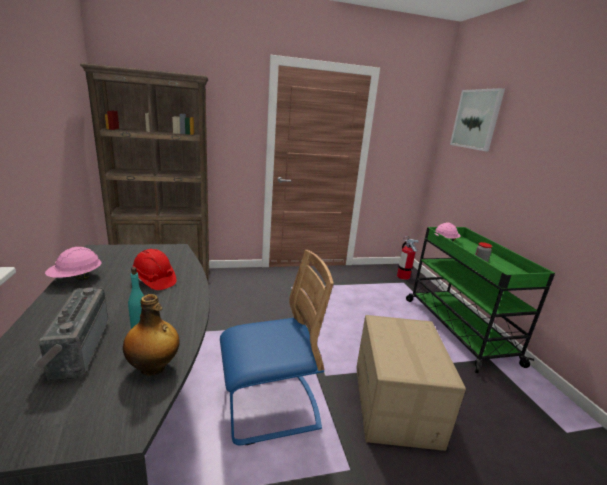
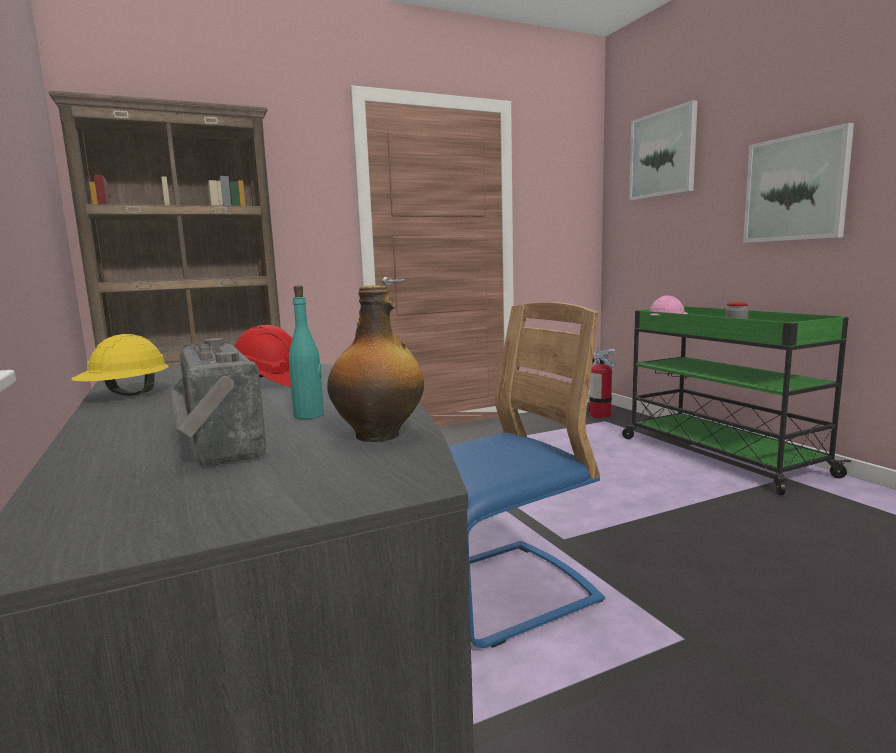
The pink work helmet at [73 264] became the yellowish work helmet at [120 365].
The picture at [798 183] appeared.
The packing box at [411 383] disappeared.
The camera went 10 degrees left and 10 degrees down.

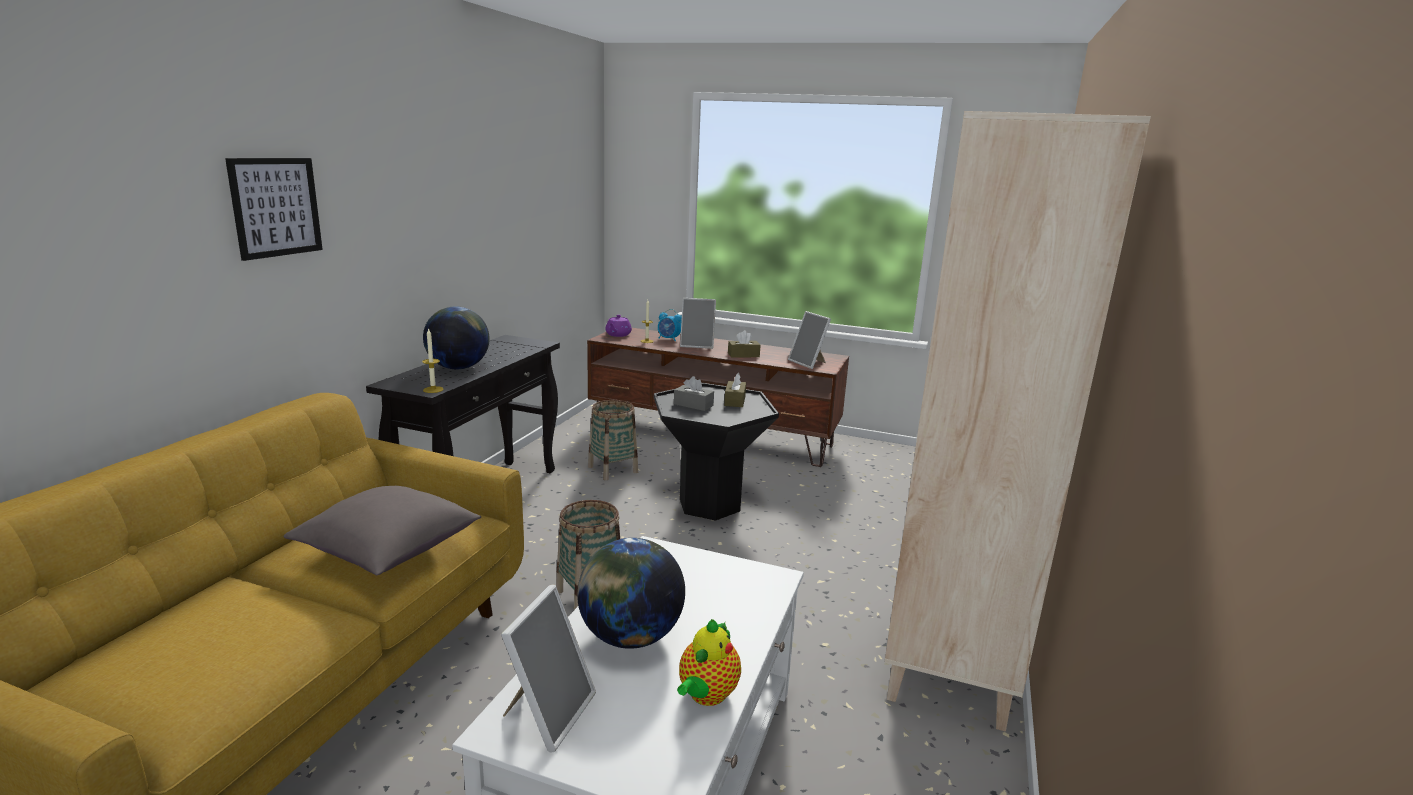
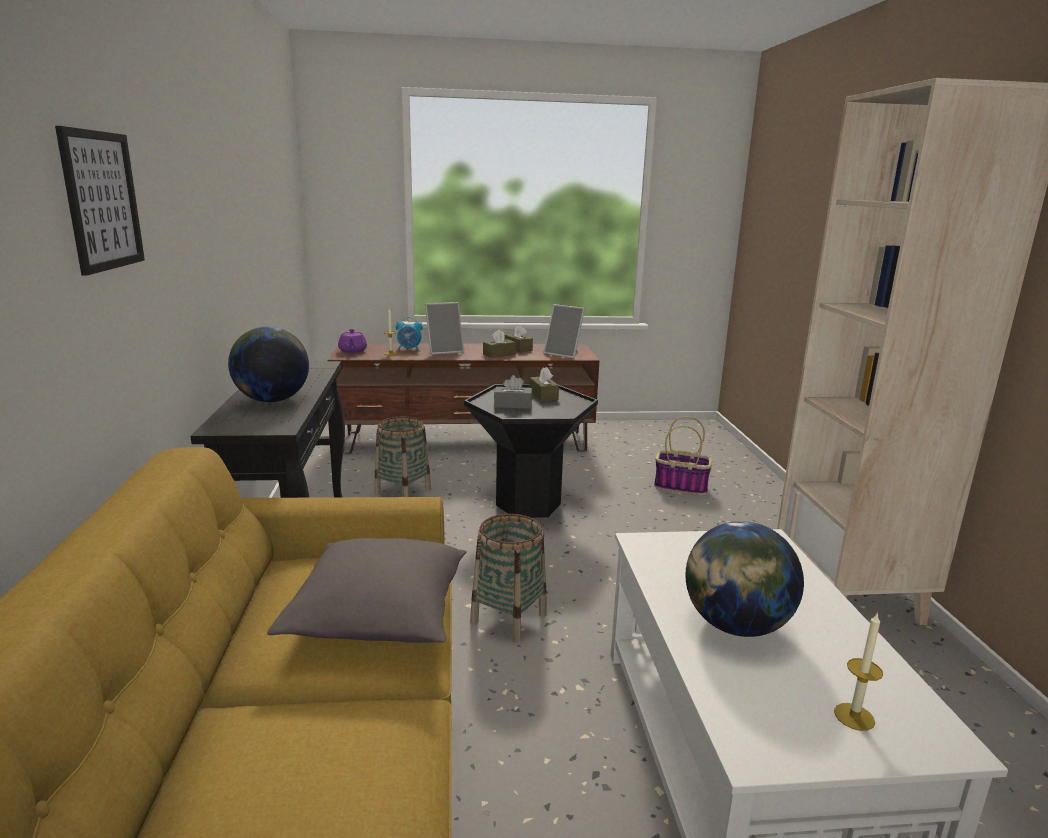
The brown tissue holder at [519 338] appeared.
The basket at [683 455] appeared.
The wax light moved from [433 360] to [858 671].
The picture frame at [548 668] disappeared.
The tea pot at [709 662] disappeared.
The camera went 25 degrees left and 0 degrees up.

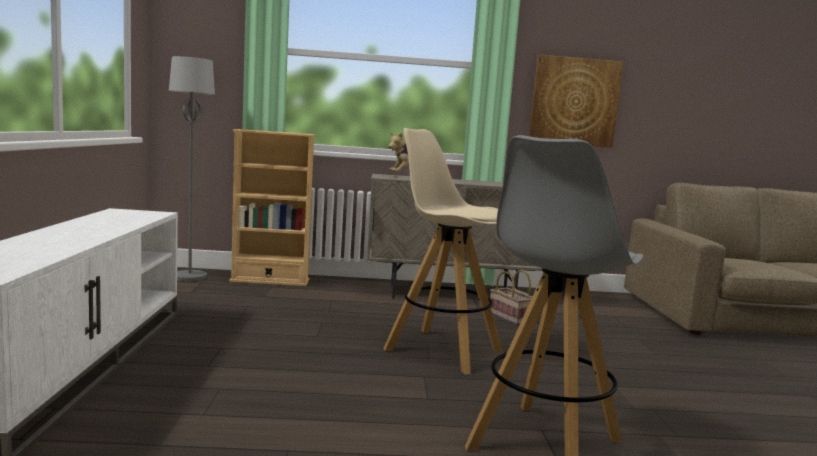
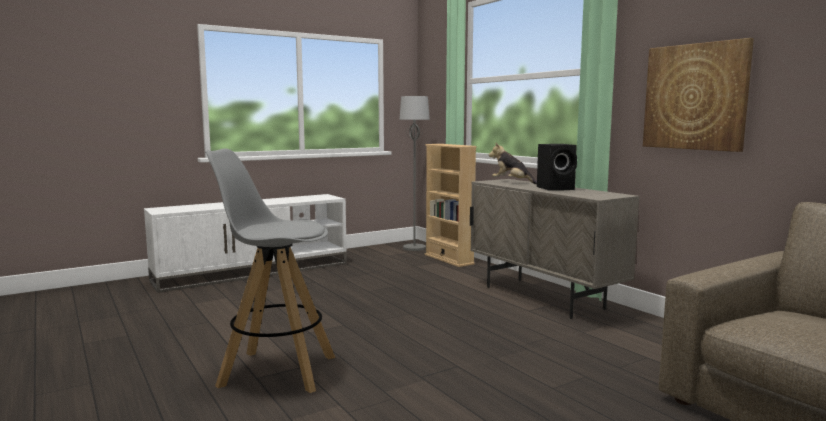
The black loudspeaker at [557 167] appeared.
The sand-coloured stool seat at [443 251] disappeared.
The basket at [511 297] disappeared.
The camera went 60 degrees right and 0 degrees up.

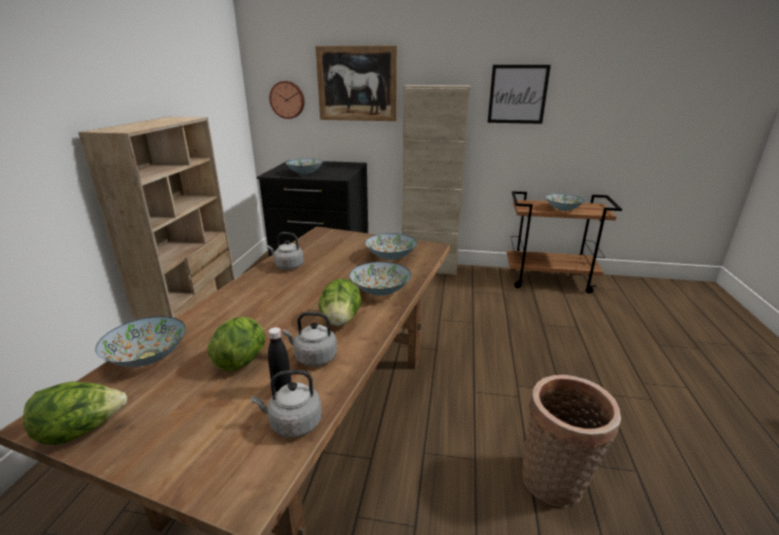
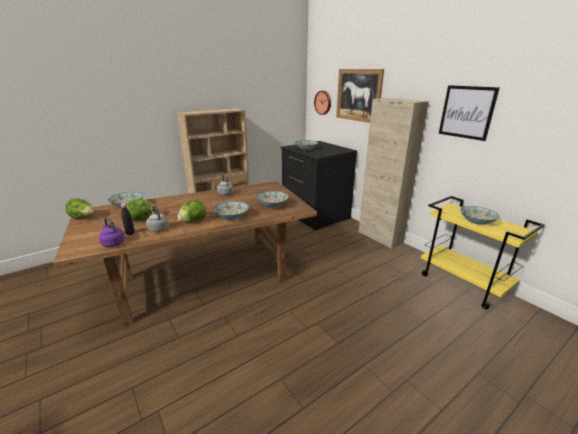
The gray water kettle at [286 403] became the purple-coloured water kettle at [112 232].
The brown cart at [564 242] became the yellowish cart at [483 252].
The basket at [571 441] disappeared.
The camera went 45 degrees right and 0 degrees up.

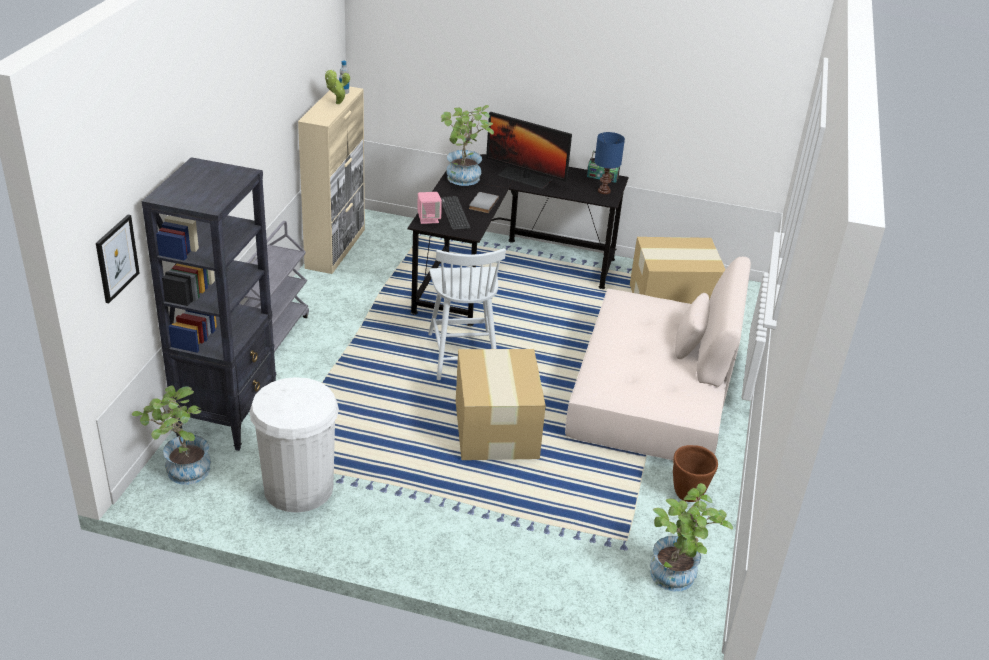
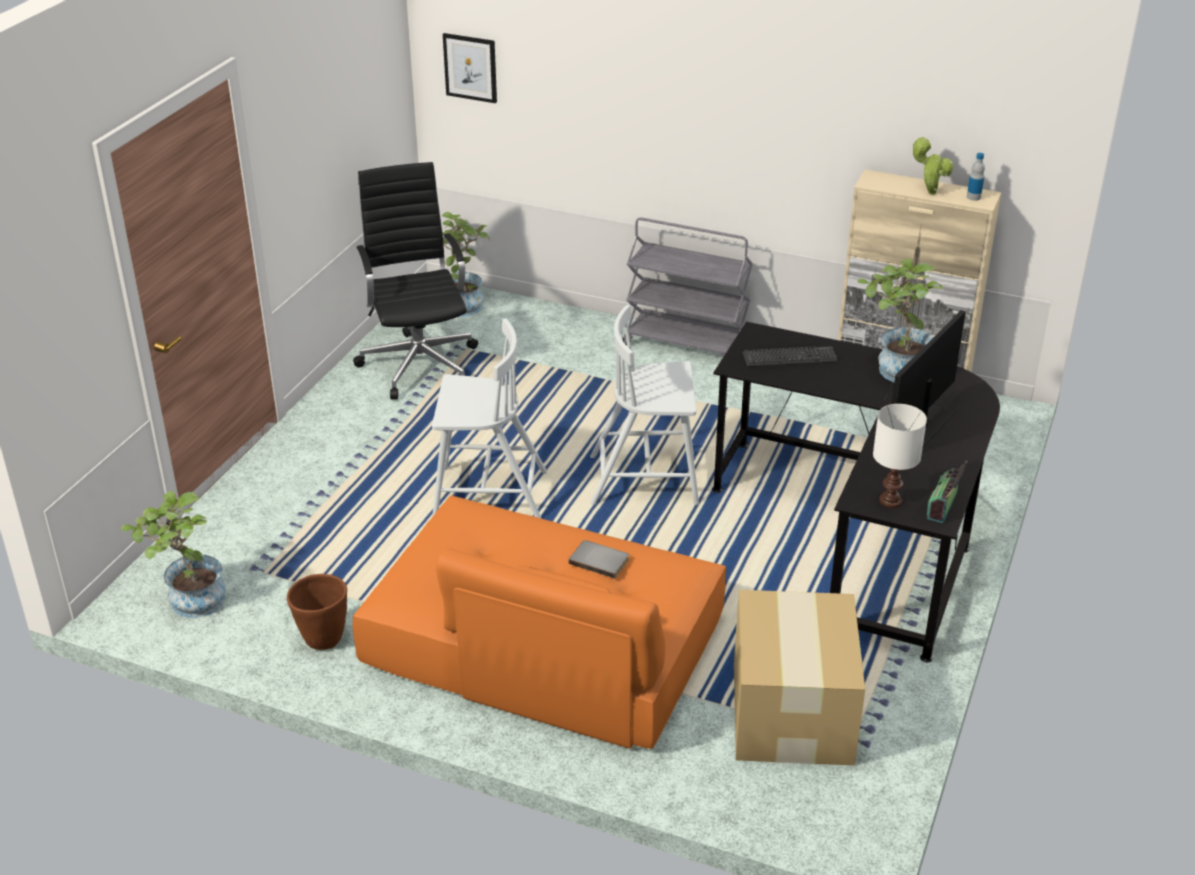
The whitish rubbish bin at [294 445] was replaced by the black office chair at [415 280].
The sand-coloured sofa at [658 358] became the orange sofa at [539 622].
The packing box at [501 404] was replaced by the whitish chair at [489 418].
The gray volume moved from [484 202] to [598 559].
The blue-coloured table lamp at [609 163] became the whitish table lamp at [900 456].
The black bookcase at [209 304] disappeared.
The pink loudspeaker at [430 208] disappeared.
The camera went 100 degrees right and 0 degrees up.

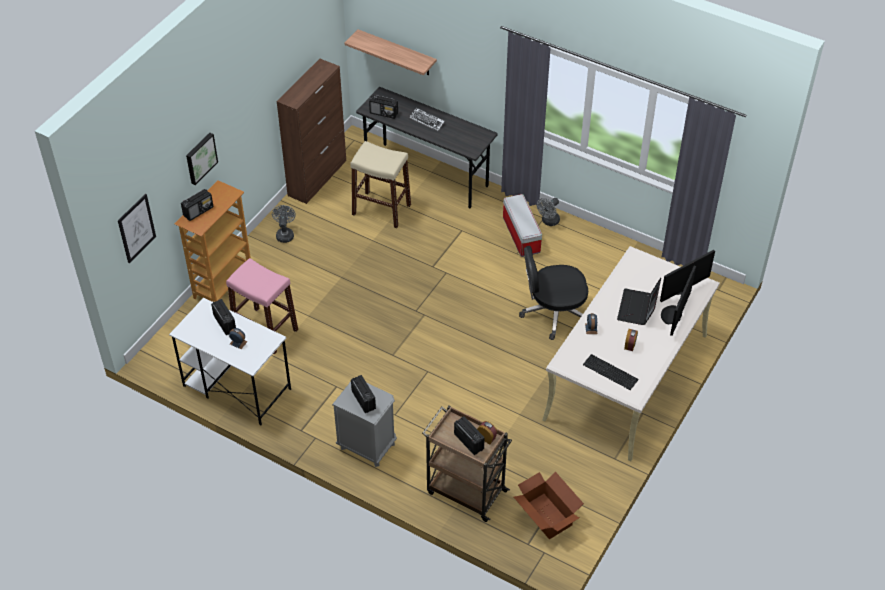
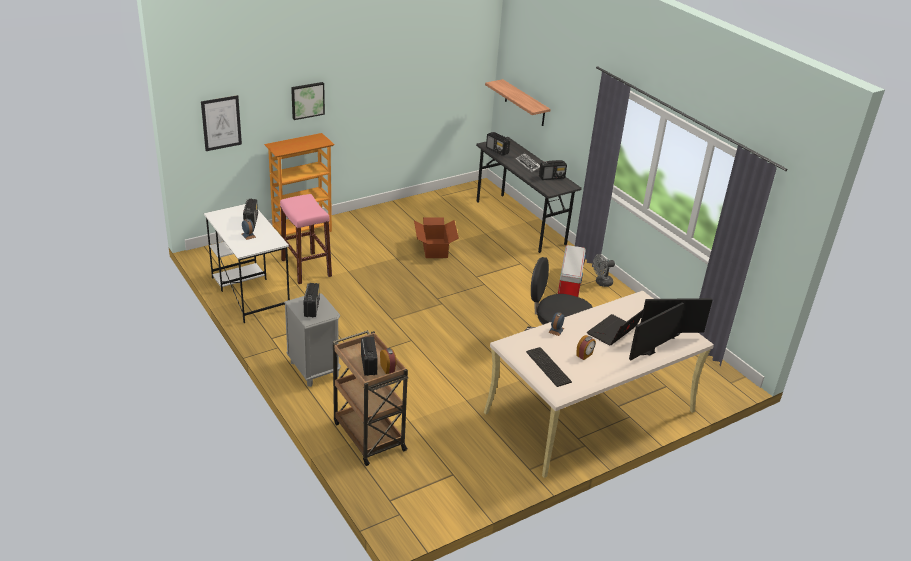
The packing box moved from [549 505] to [436 237].
The radio receiver moved from [197 205] to [553 170].
The gray fan at [284 224] disappeared.
The brown cupboard at [311 131] disappeared.
The sand-coloured stool seat at [380 184] disappeared.
The camera went 25 degrees right and 15 degrees down.

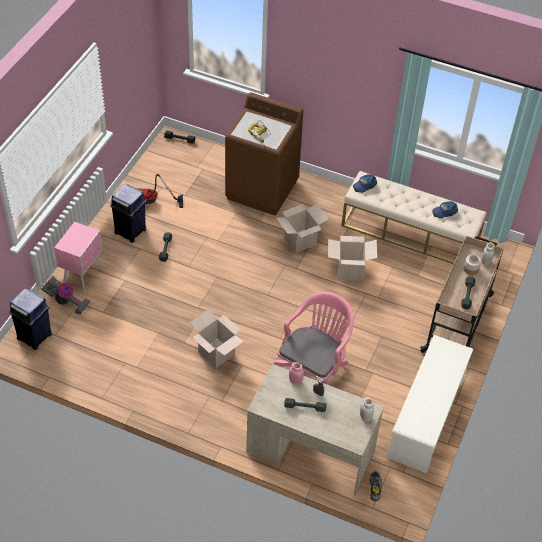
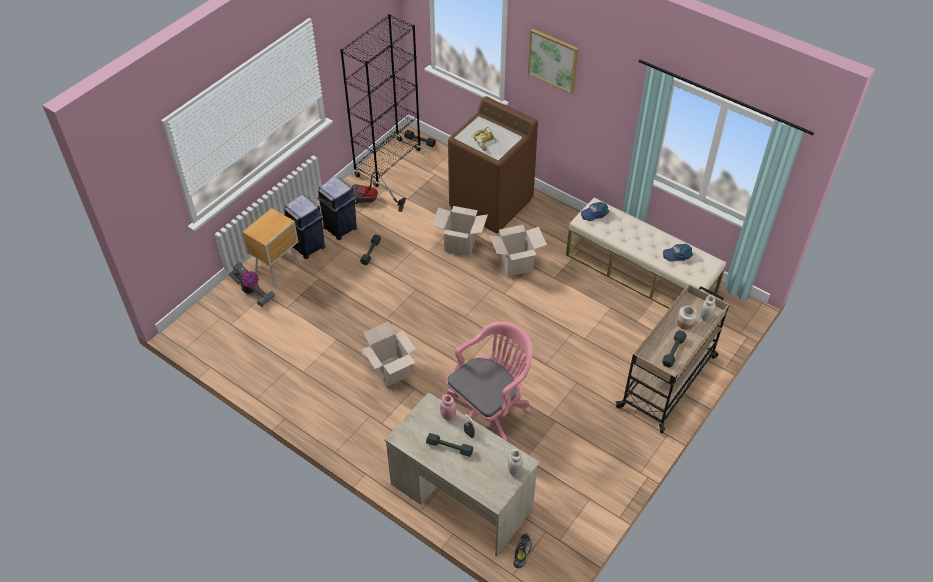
The pink night table at [78 257] became the brown night table at [271 246].
The blue-coloured rubbish bin moved from [30 319] to [305 227].
The black bookcase at [380 100] appeared.
The packing box moved from [352 258] to [460 231].
The picture at [553 61] appeared.
The whitish shoe rack at [430 404] disappeared.
The camera went 15 degrees right and 0 degrees up.

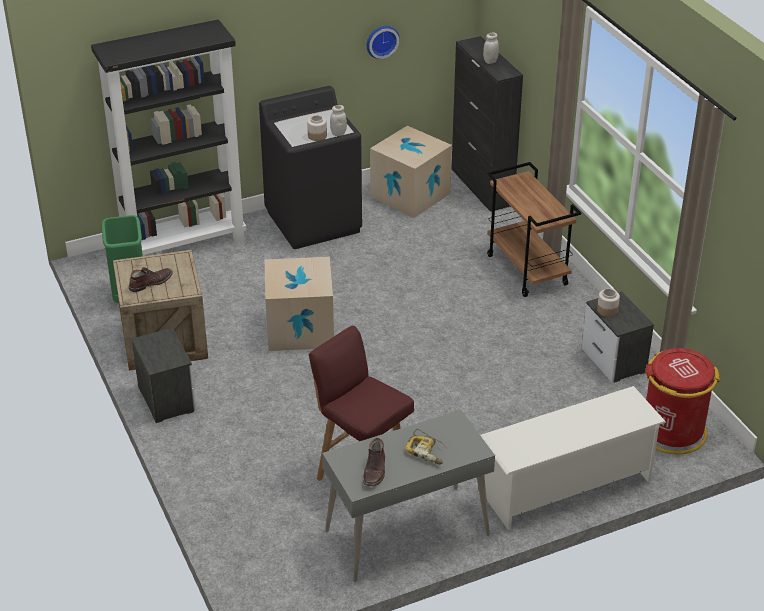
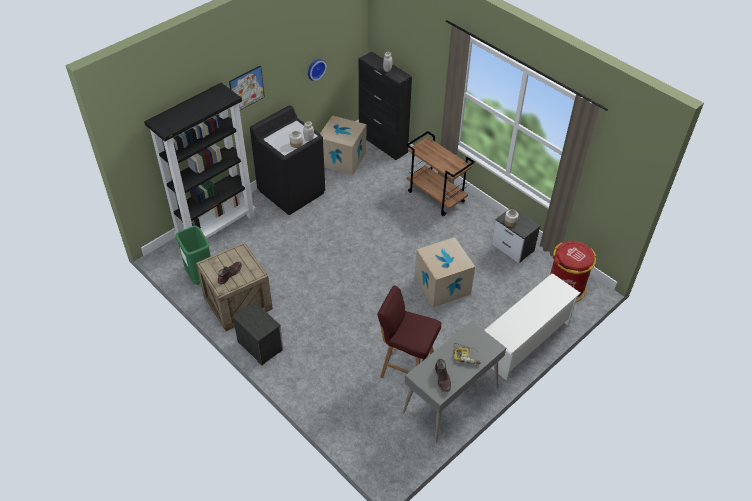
The picture at [247 87] appeared.
The packing box moved from [299 304] to [445 272].
The camera went 20 degrees left and 10 degrees up.

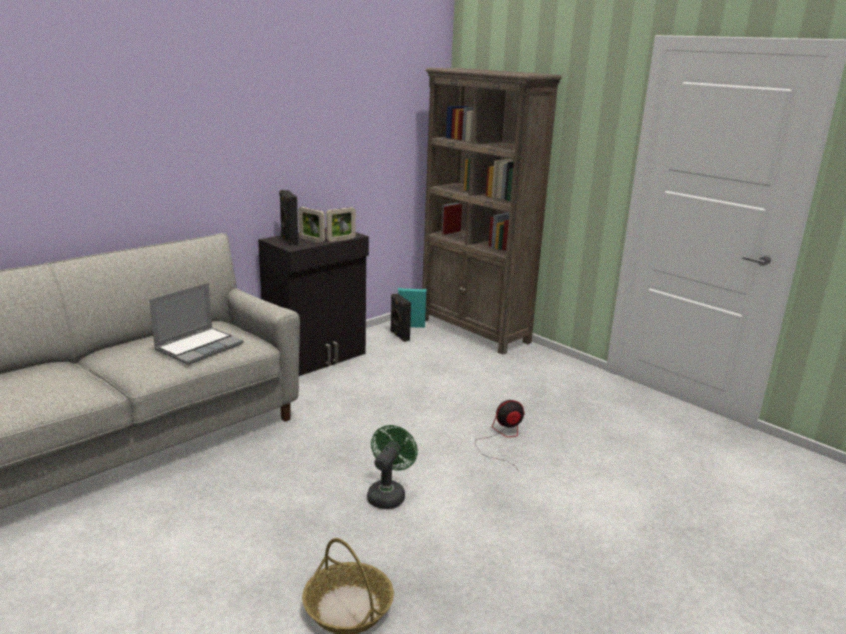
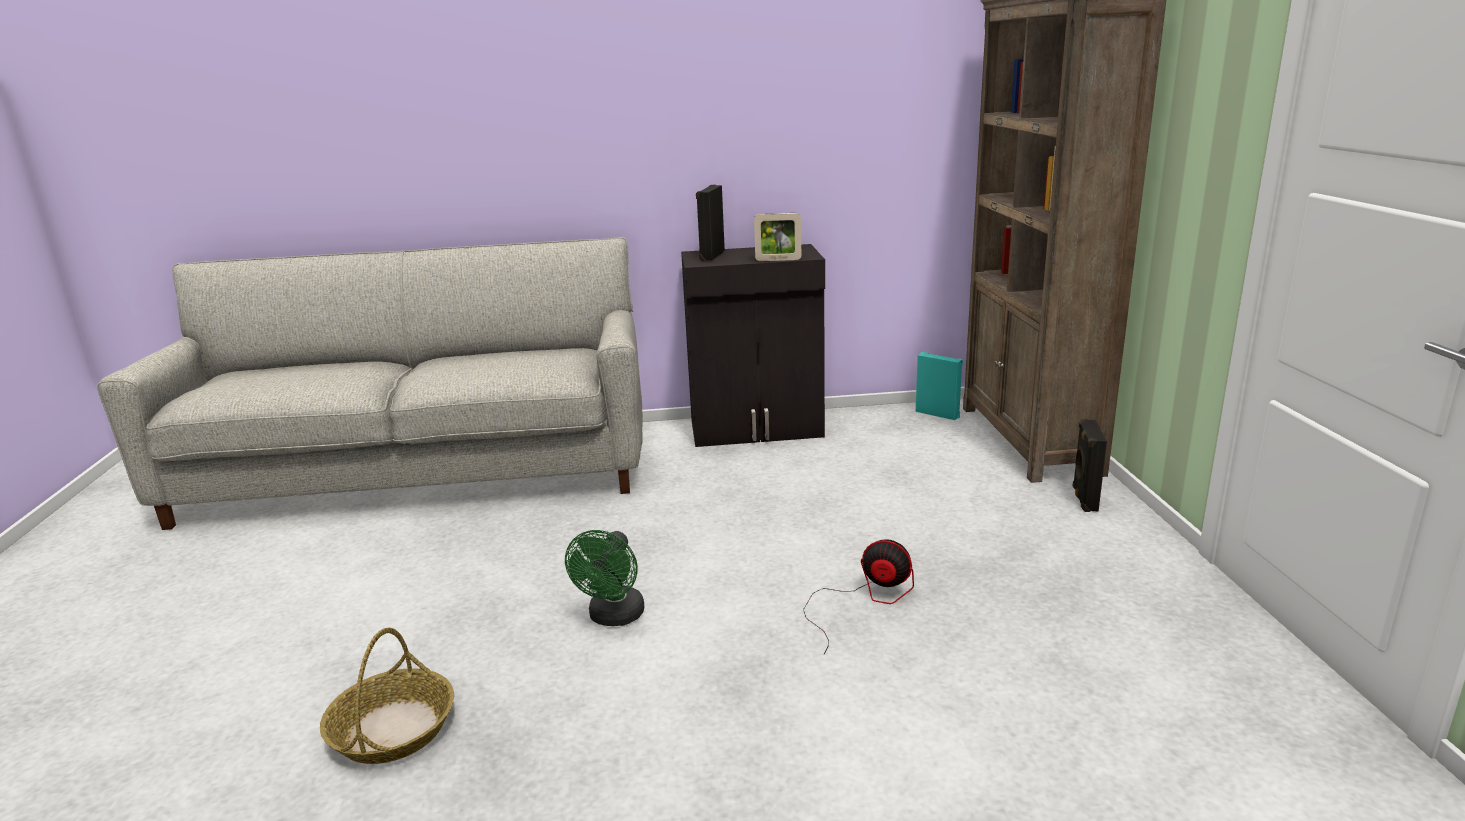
The green-coloured fan at [392 467] turned 135 degrees clockwise.
The black loudspeaker moved from [400 318] to [1090 465].
The laptop at [196 324] disappeared.
The picture frame at [311 225] disappeared.
The camera went 40 degrees right and 0 degrees up.

